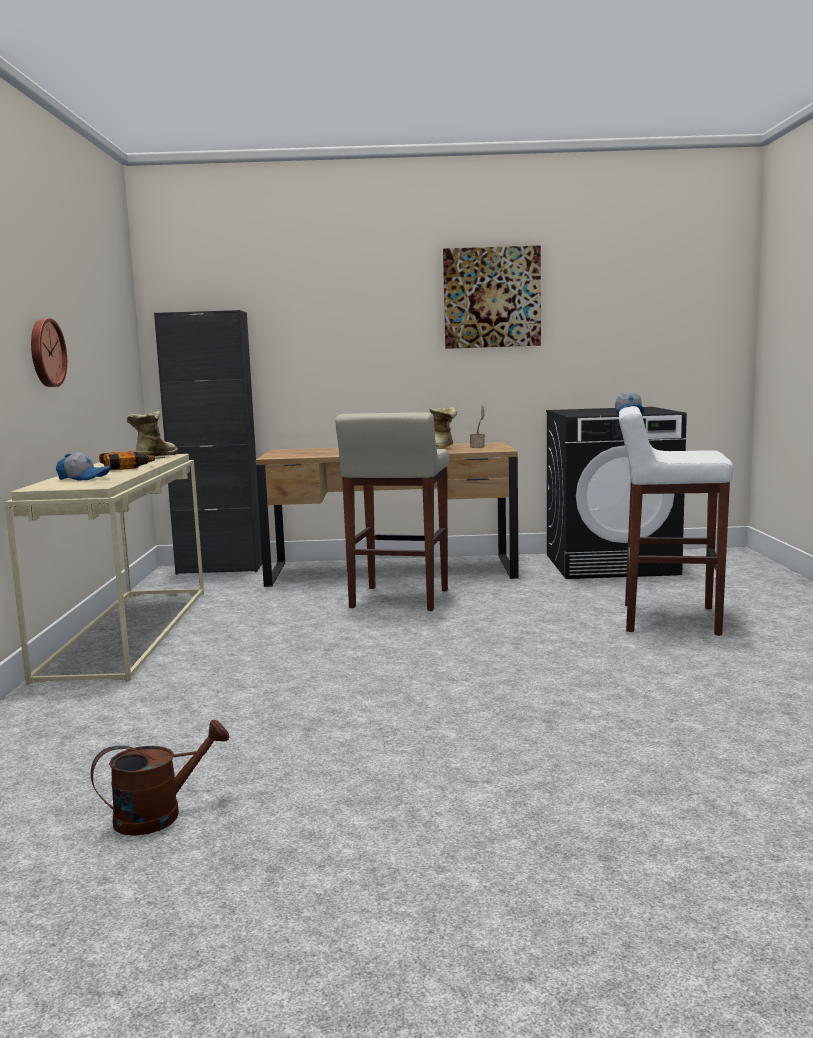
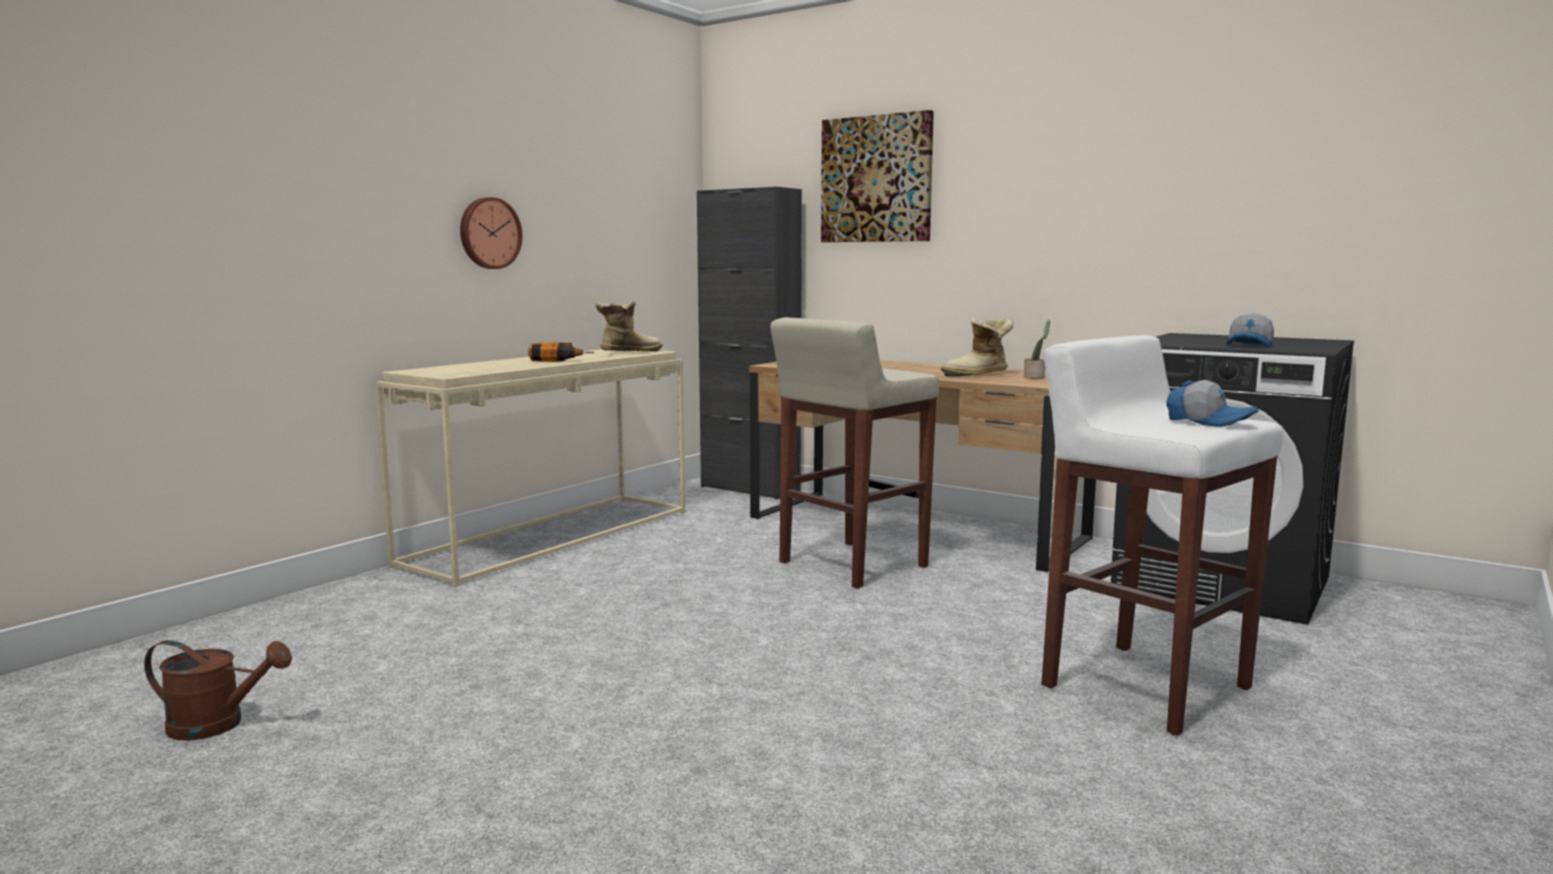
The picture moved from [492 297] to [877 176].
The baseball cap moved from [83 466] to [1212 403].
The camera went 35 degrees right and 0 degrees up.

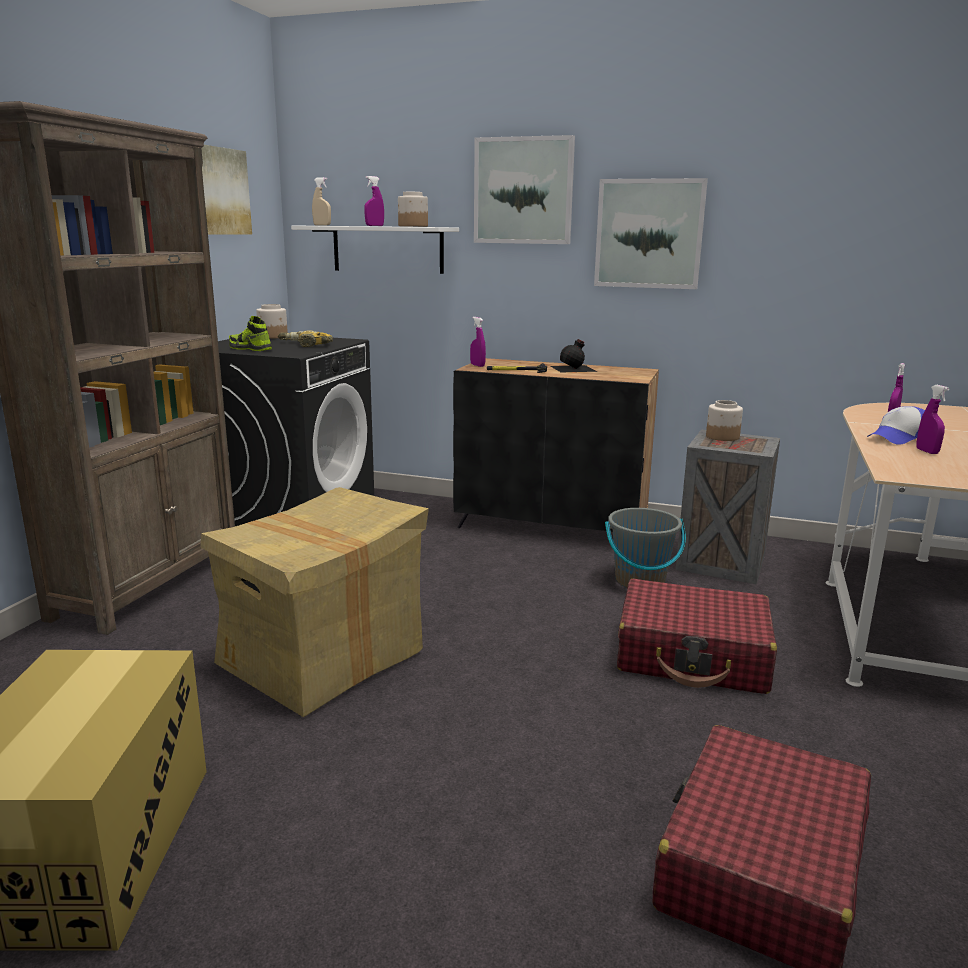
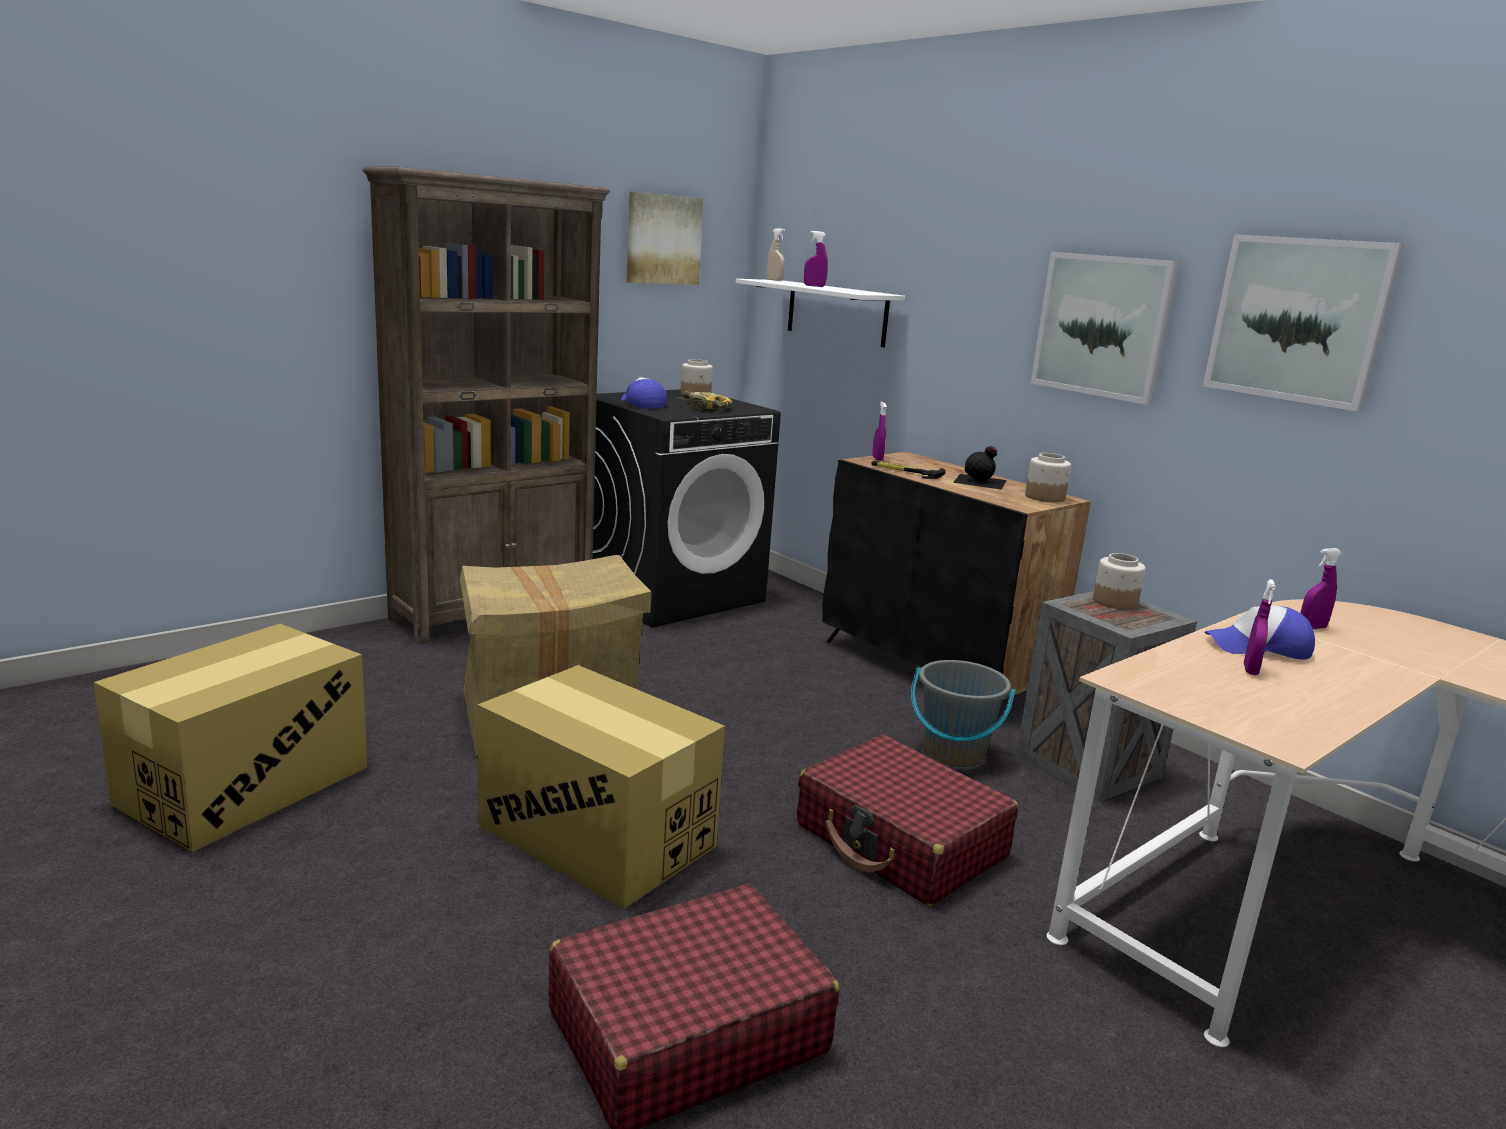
The packing box at [601 787] appeared.
The item of footwear at [250 333] was replaced by the baseball cap at [644 393].
The jar moved from [413 209] to [1048 477].
The picture moved from [524 189] to [1304 322].
The camera went 30 degrees right and 0 degrees up.

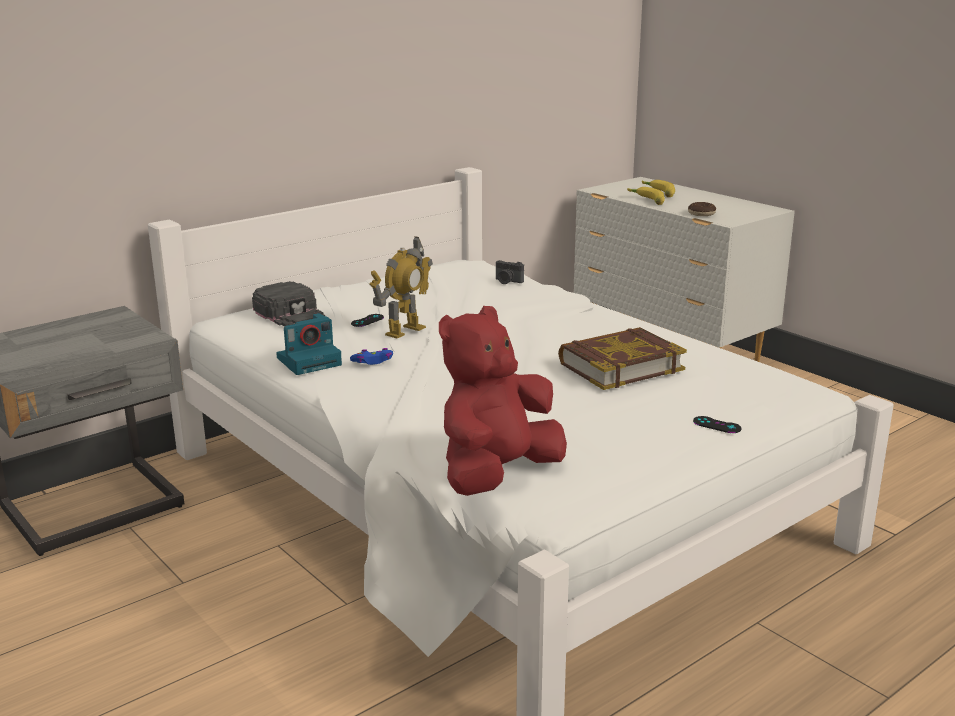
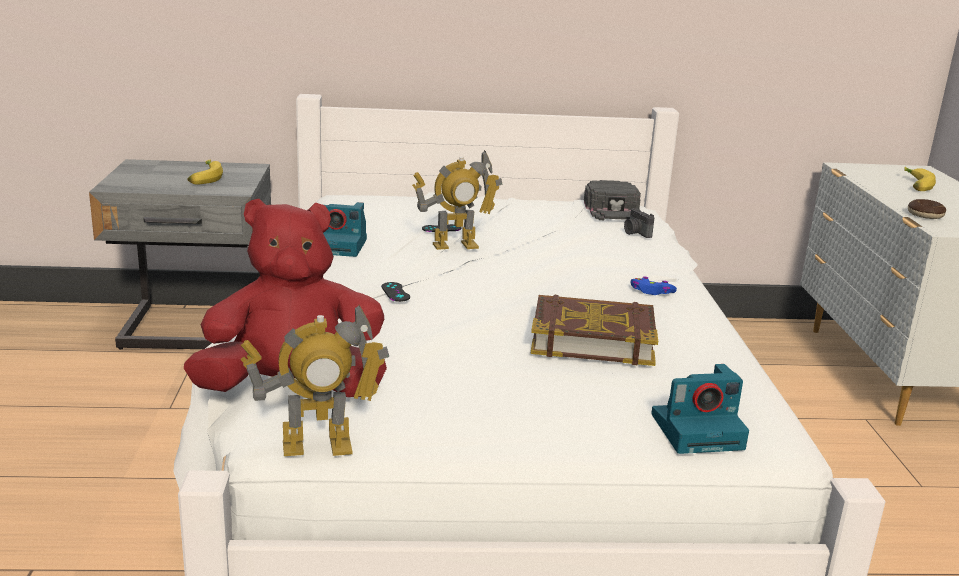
The whole banana moved from [646 196] to [205 172].
The model robot at [315 380] appeared.
The black game controller moved from [717 424] to [395 292].
The black baseball cap moved from [288 303] to [612 200].
The blue-coloured game controller moved from [371 356] to [653 285].
The still camera at [700 409] appeared.
The camera went 35 degrees right and 0 degrees up.

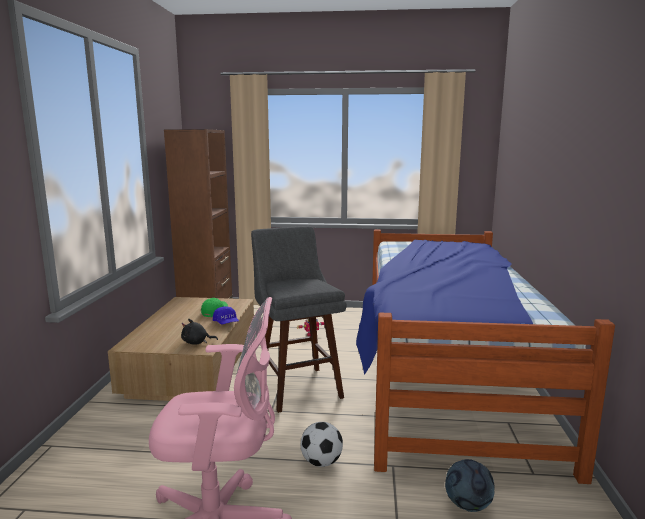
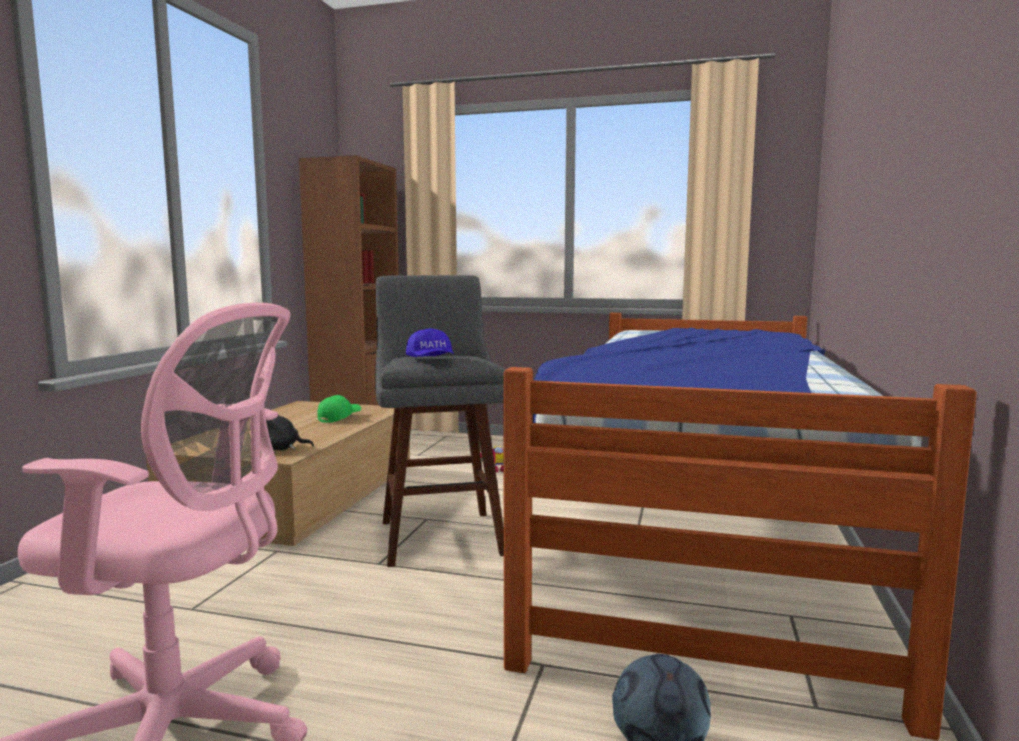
The blue-coloured baseball cap moved from [226 315] to [430 342].
The football ball at [322 444] disappeared.
The camera went 10 degrees right and 5 degrees down.

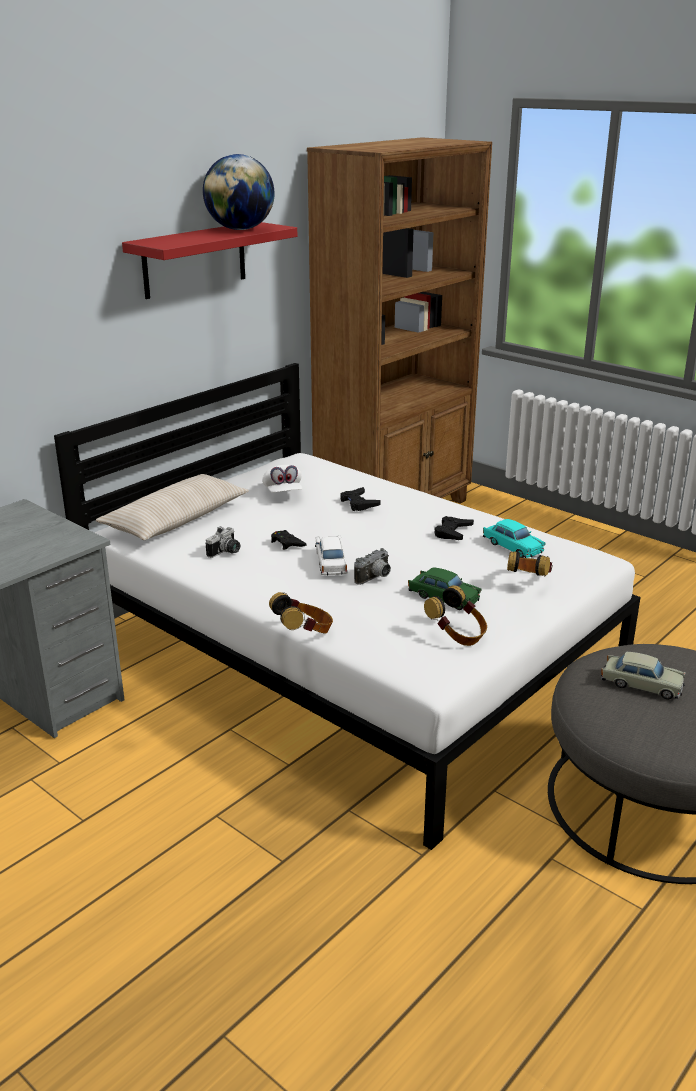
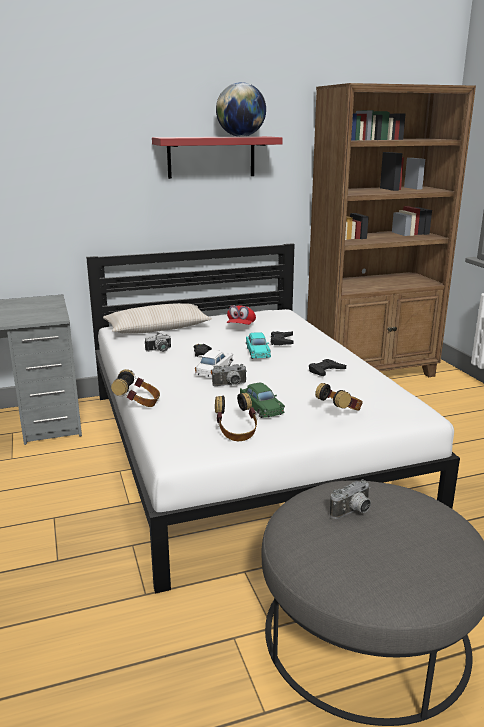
The whitish baseball cap at [282 479] became the red-coloured baseball cap at [241 315].
The turquoise miniature car moved from [514 538] to [258 345].
The sand-coloured miniature car at [643 676] was replaced by the still camera at [350 499].
The camera went 30 degrees right and 5 degrees down.

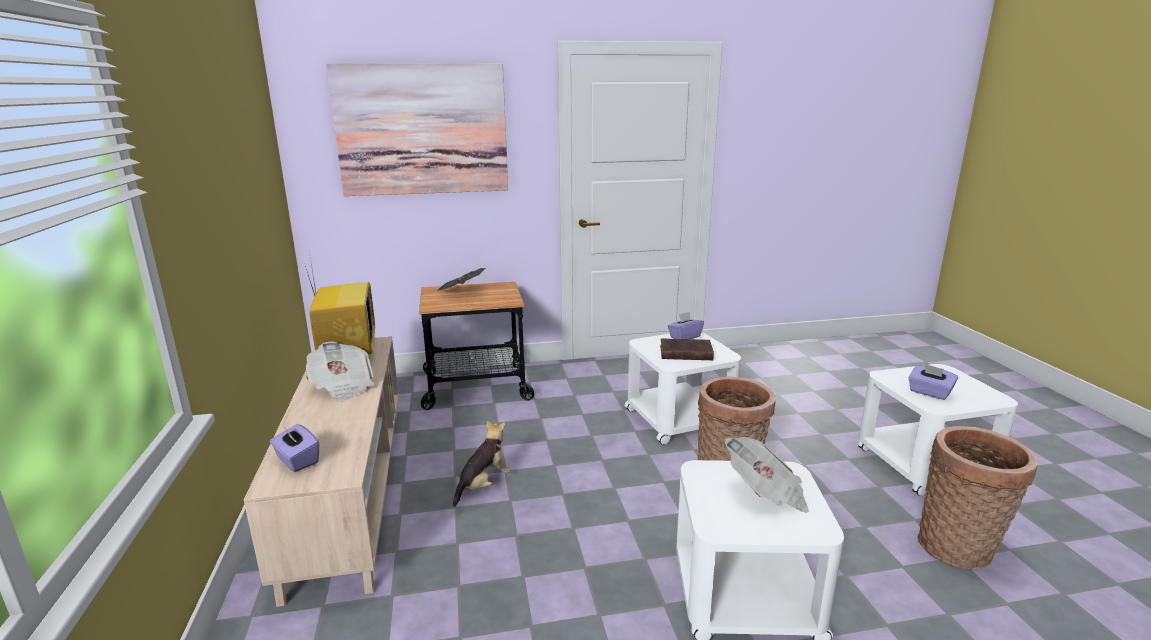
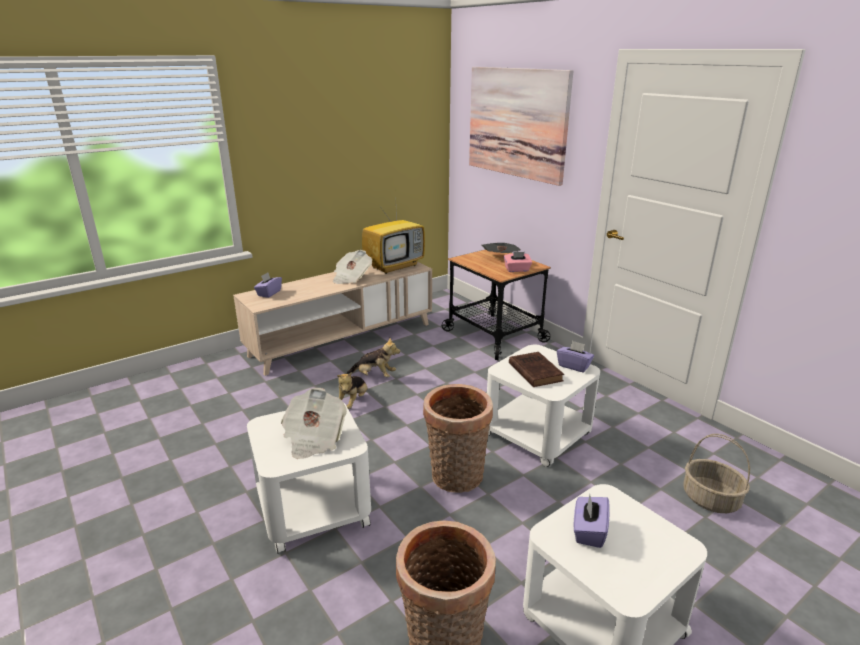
The cuddly toy at [352 390] appeared.
The pink tissue holder at [518 262] appeared.
The basket at [716 473] appeared.
The camera went 65 degrees right and 5 degrees up.

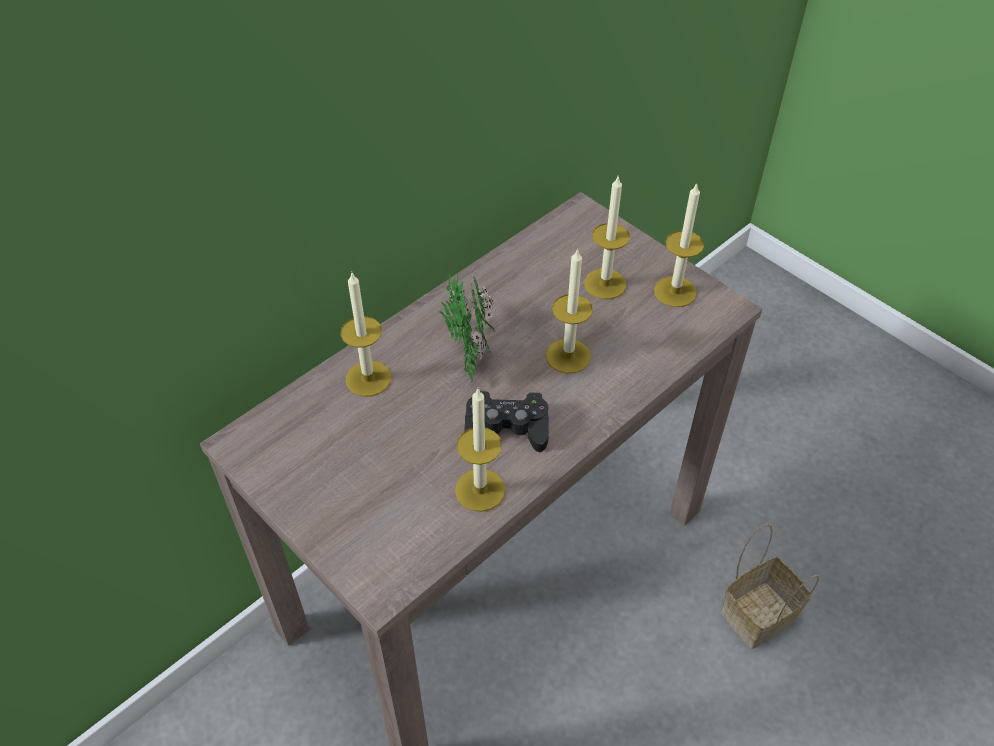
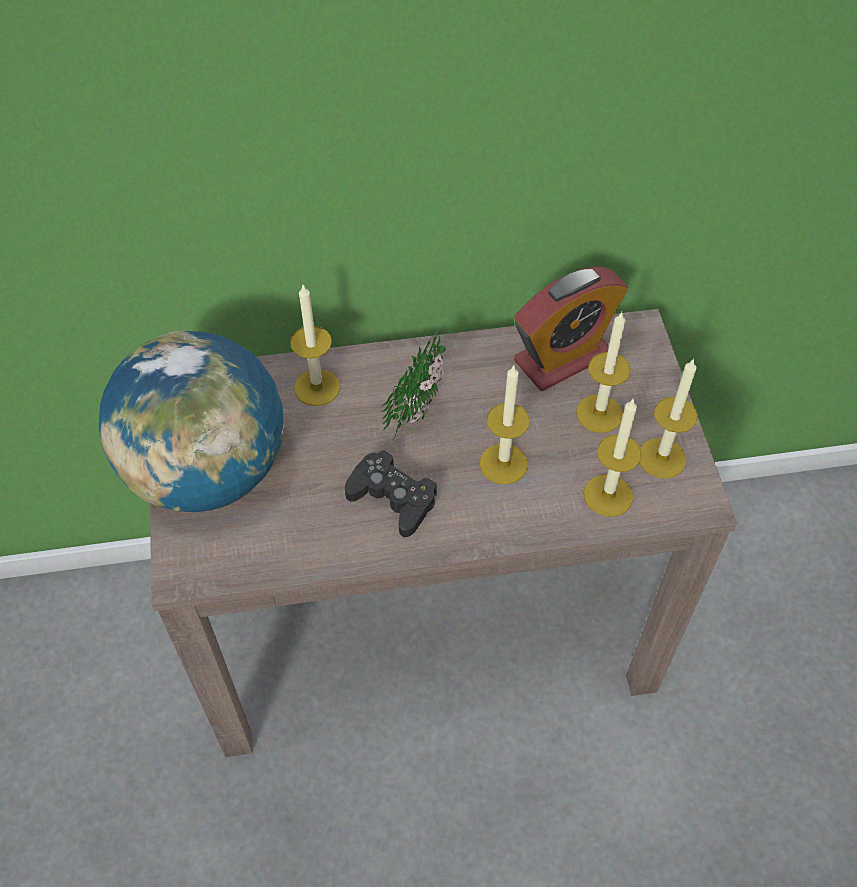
The world globe at [192 421] appeared.
The alarm clock at [571 329] appeared.
The wax light moved from [480 450] to [613 458].
The basket at [770 586] disappeared.
The camera went 35 degrees right and 5 degrees up.

